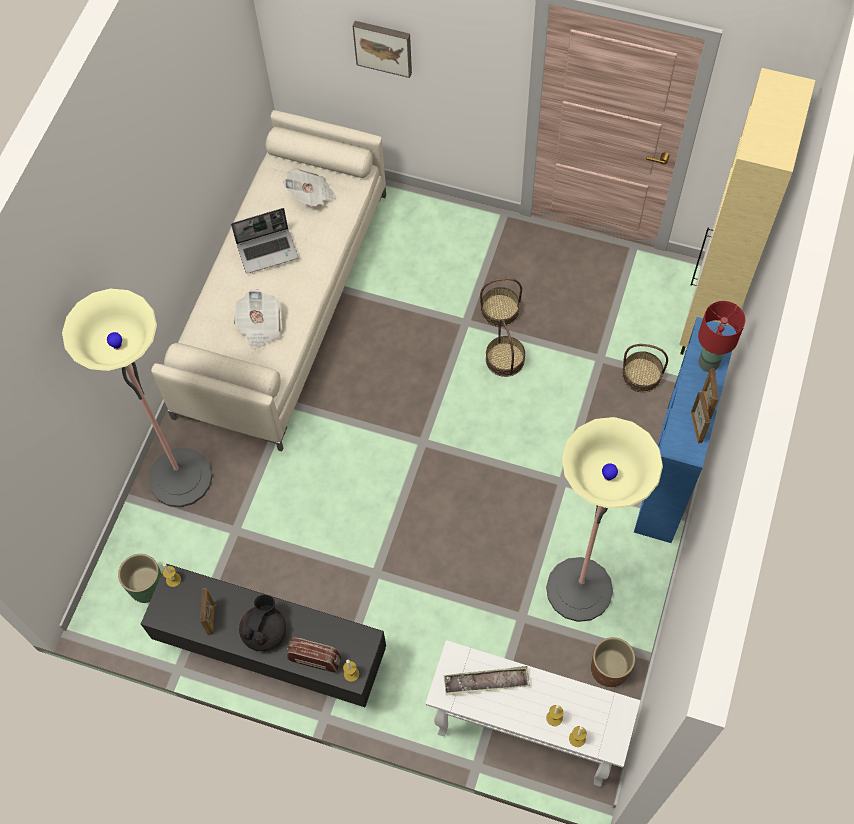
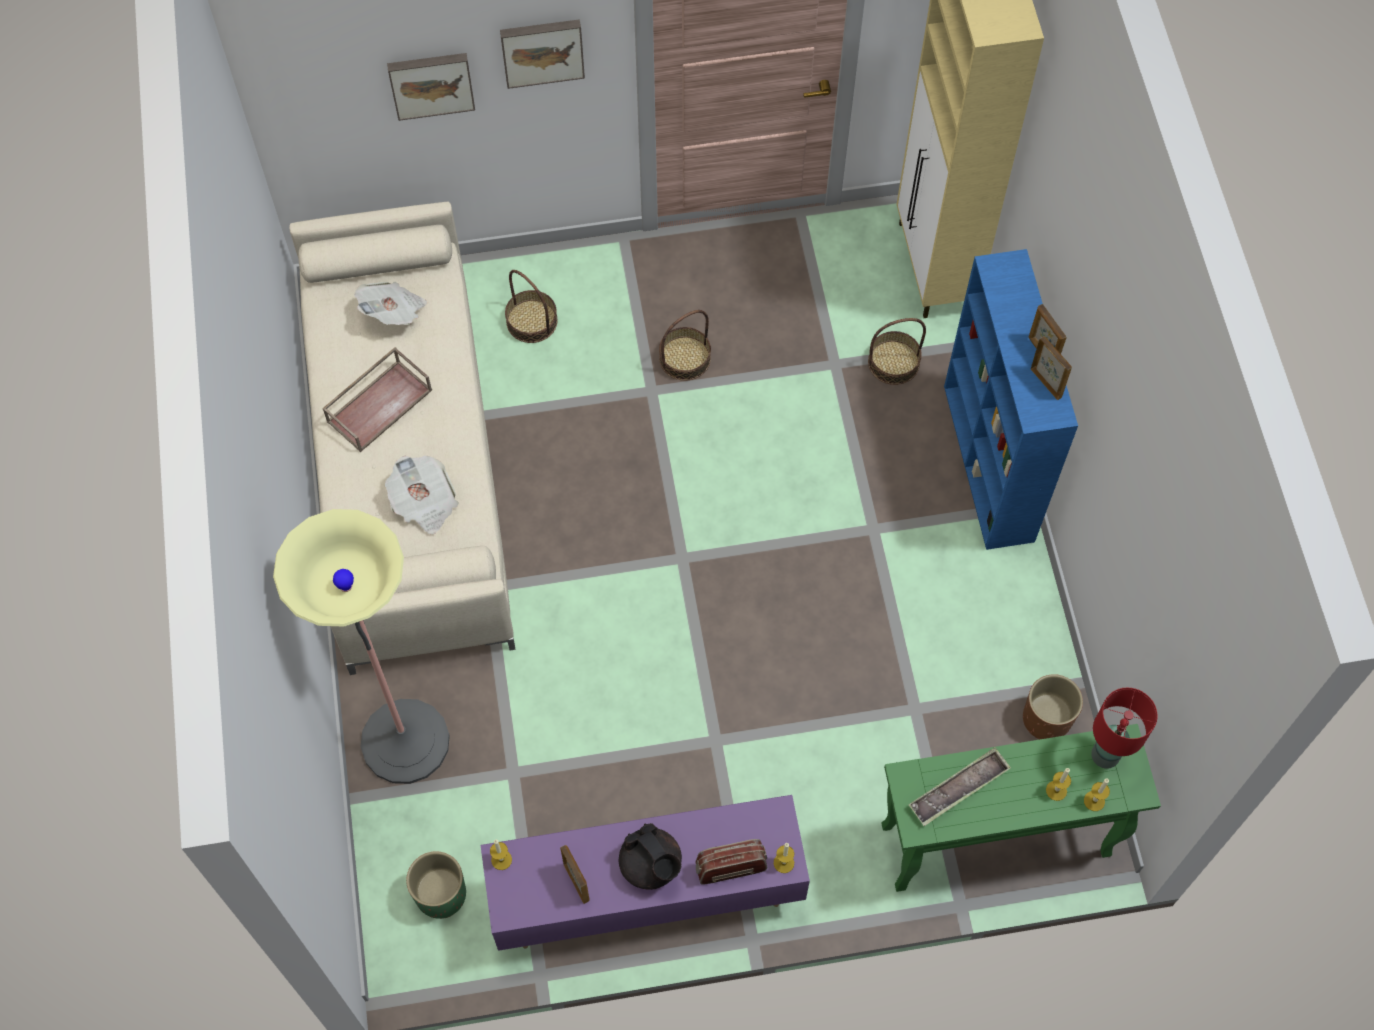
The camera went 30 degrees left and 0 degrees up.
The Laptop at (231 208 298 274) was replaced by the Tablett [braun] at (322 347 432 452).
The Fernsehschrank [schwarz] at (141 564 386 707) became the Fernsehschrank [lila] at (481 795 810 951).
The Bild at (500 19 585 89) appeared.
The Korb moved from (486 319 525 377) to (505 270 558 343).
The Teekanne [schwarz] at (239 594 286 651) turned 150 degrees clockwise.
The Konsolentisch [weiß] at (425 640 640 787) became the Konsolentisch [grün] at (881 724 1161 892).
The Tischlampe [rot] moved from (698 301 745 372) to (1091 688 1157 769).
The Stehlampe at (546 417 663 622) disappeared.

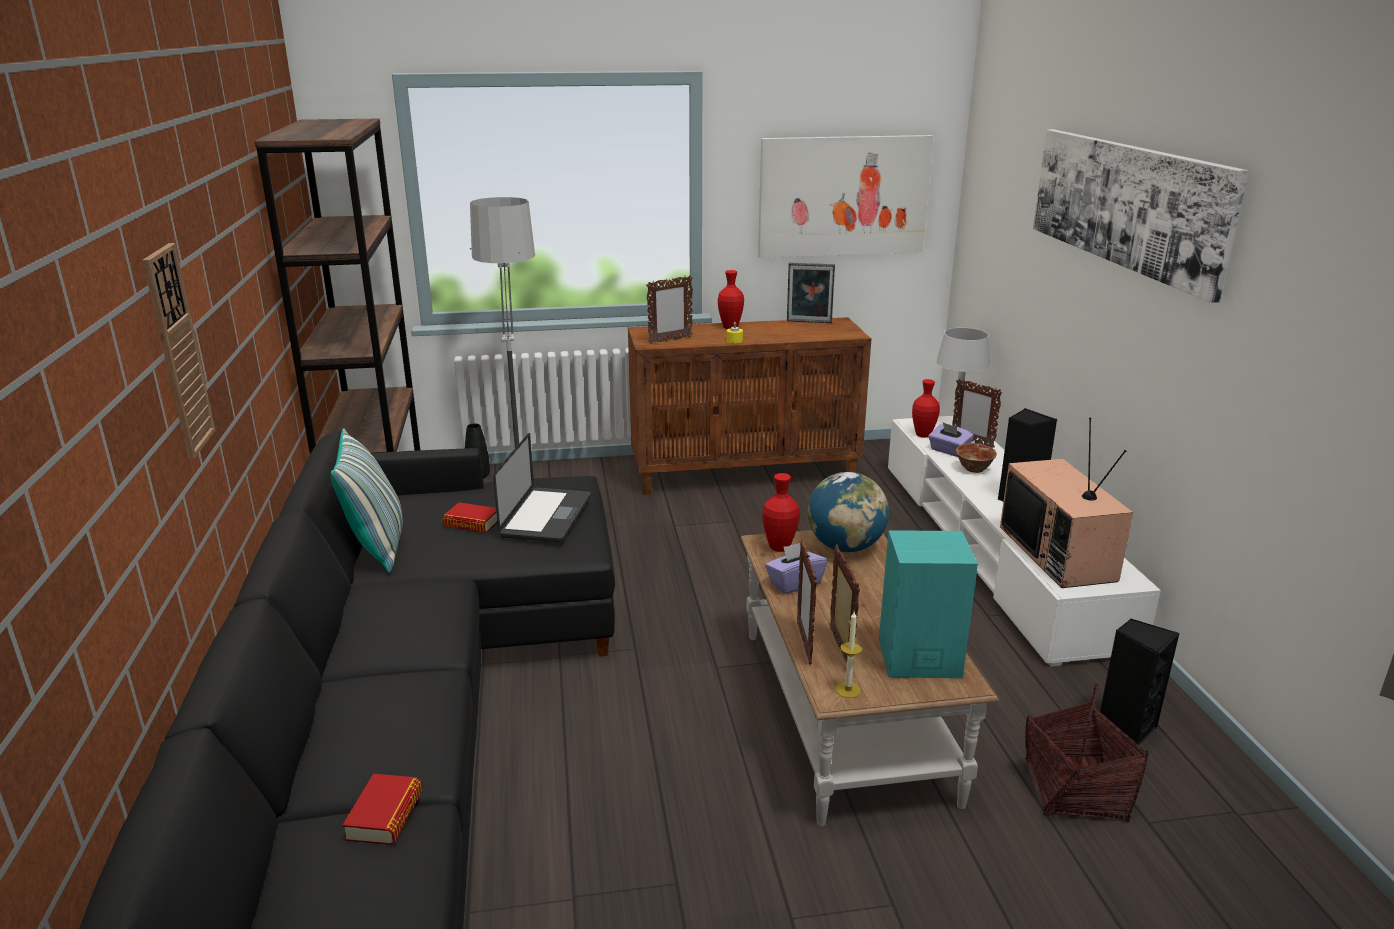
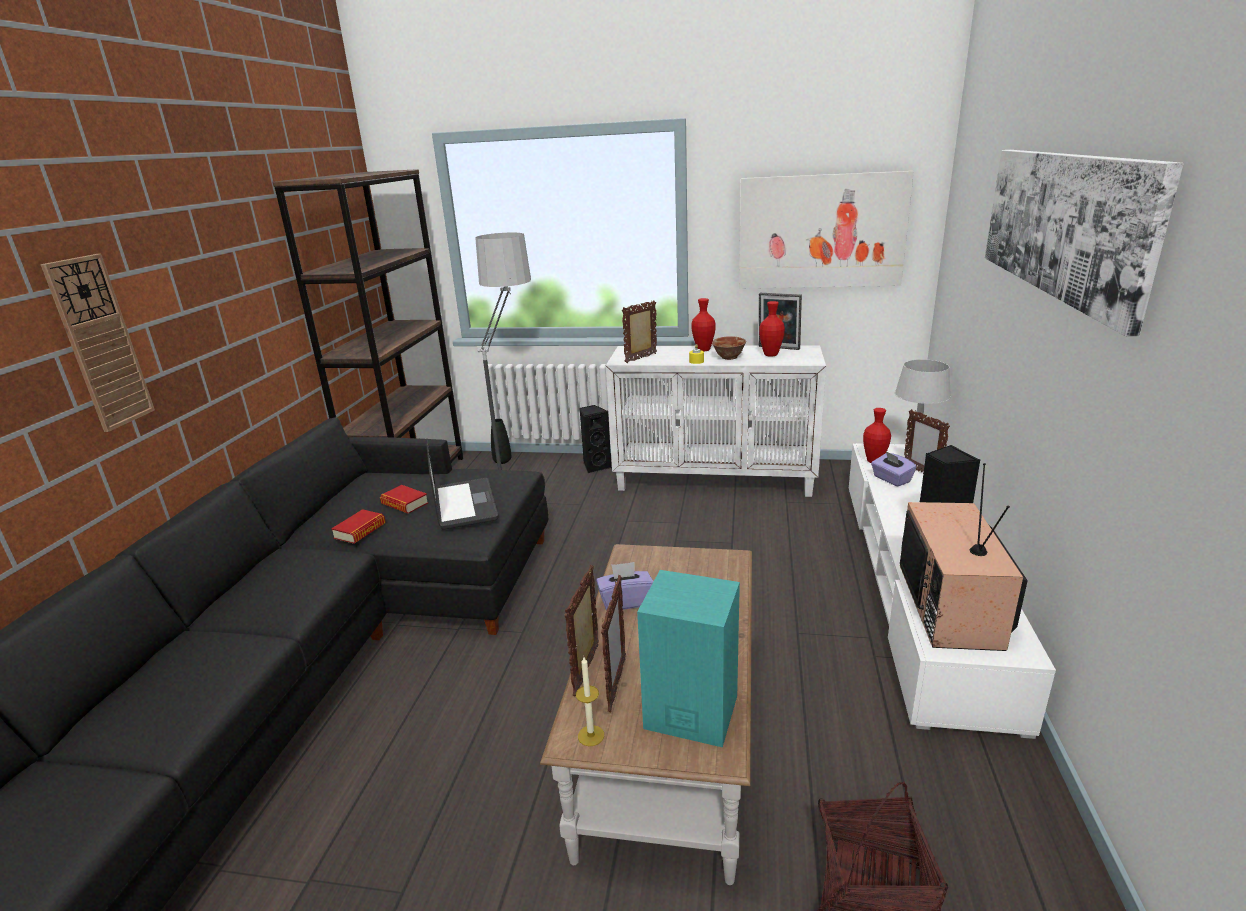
The camera went 20 degrees right and 0 degrees up.
The Buch moved from (342 774 422 845) to (331 509 386 544).
The Laptop at (493 433 591 542) turned 45 degrees counterclockwise.
The Lautsprecher [schwarz] moved from (1100 618 1179 747) to (579 405 611 473).
The Schrank [braun] at (628 317 871 495) became the Schrank [weiß] at (606 345 826 497).
The Bilderrahmen at (646 275 693 344) turned 150 degrees clockwise.
The Schüssel moved from (956 443 997 473) to (712 336 746 360).
The Vase [rot] moved from (763 473 800 552) to (759 301 785 357).
The Kissen at (331 428 403 573) disappeared.
The Globus at (808 472 889 552) disappeared.

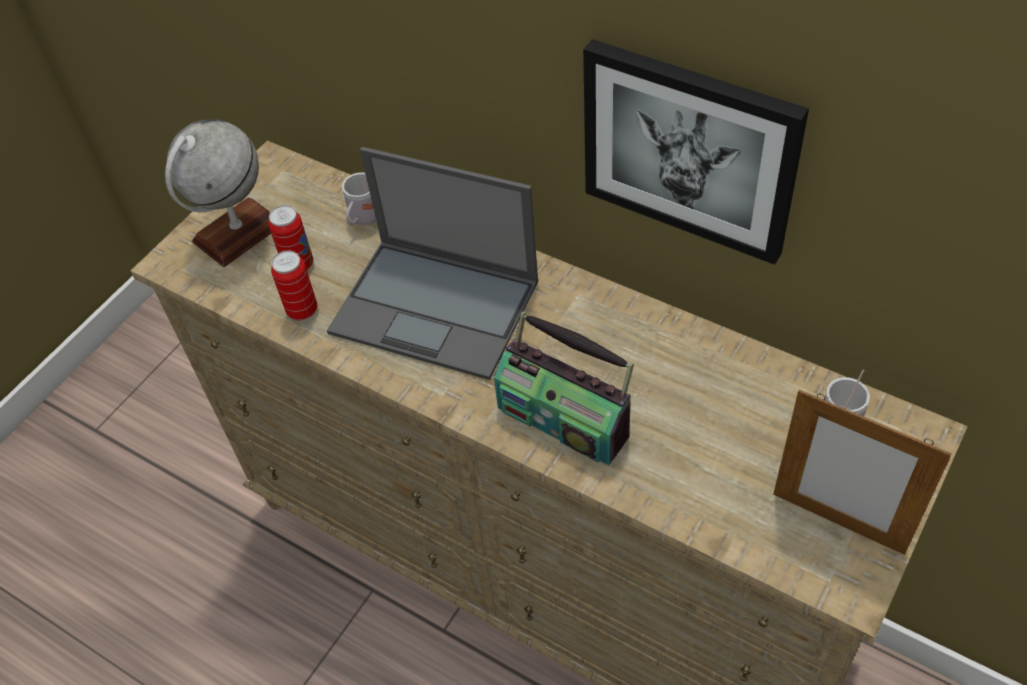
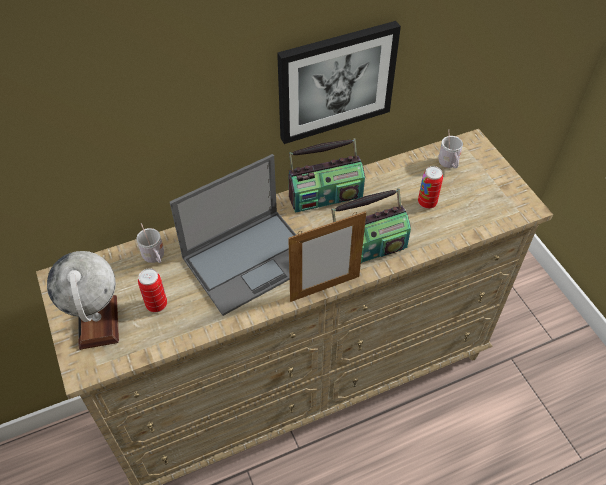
The camera went 60 degrees left and 0 degrees up.
The Radio at (288 138 365 213) appeared.
The Bilderrahmen moved from (773 390 952 555) to (288 211 366 302).
The Dose moved from (271 251 317 320) to (418 166 443 209).

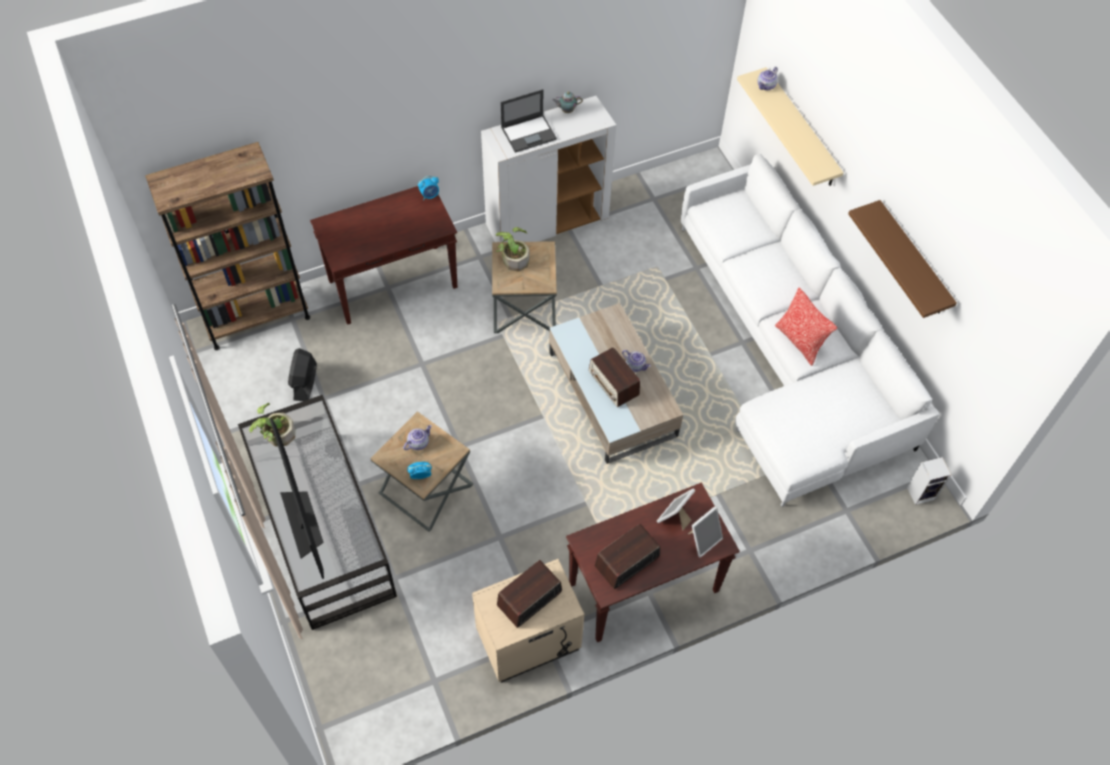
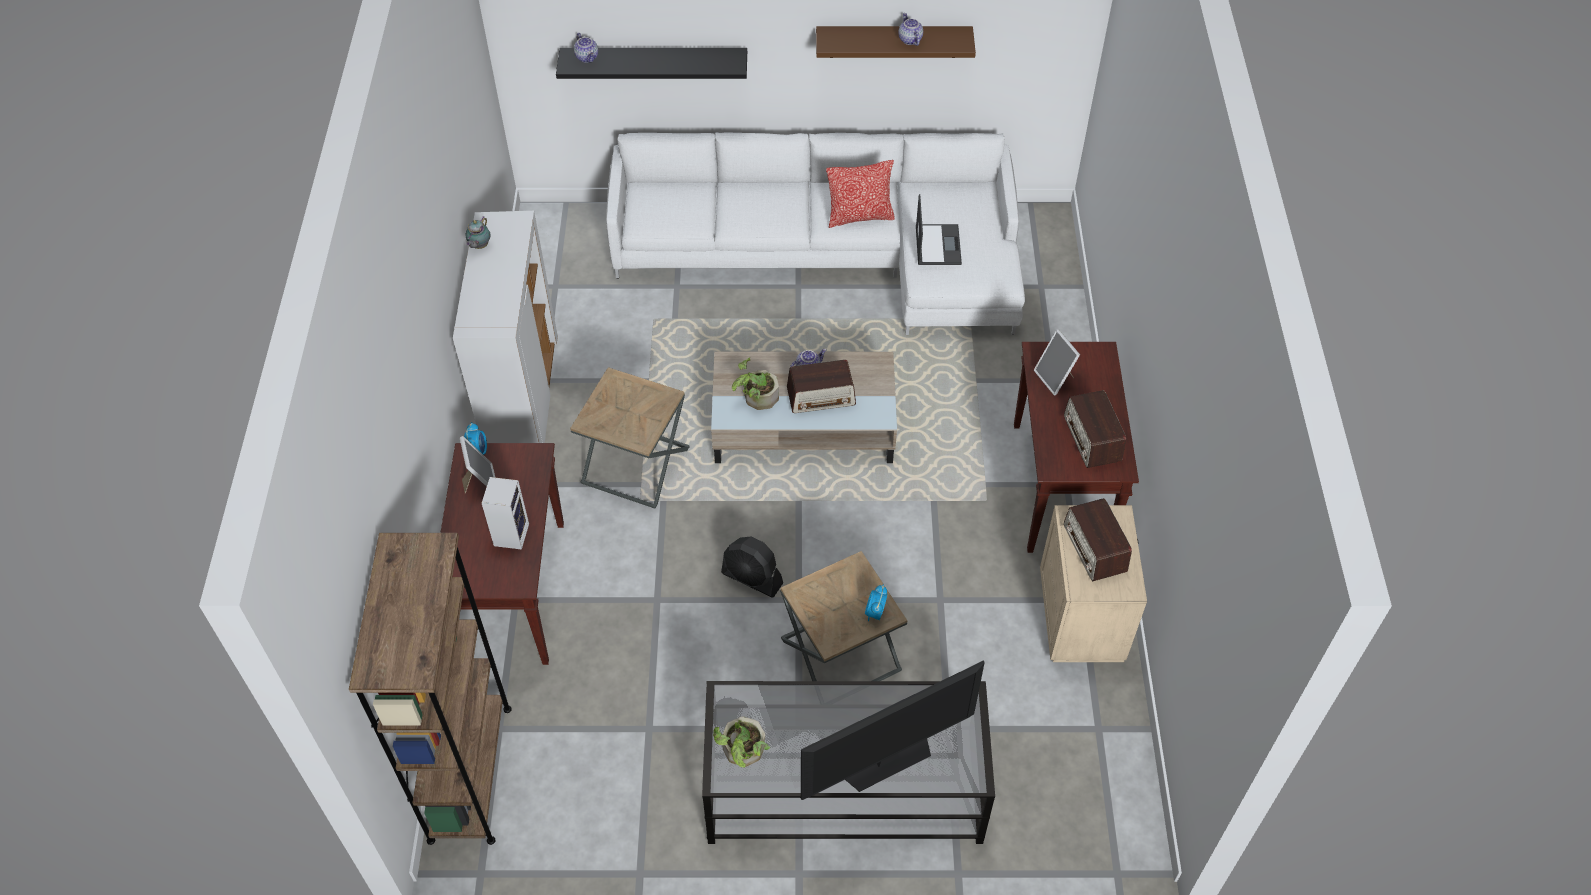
The camera went 65 degrees left and 5 degrees down.
The Bilderrahmen moved from (688 506 723 558) to (460 436 496 494).
The Lautsprecher moved from (907 457 951 505) to (482 477 529 550).
The Wandregal [beige] at (737 67 844 186) became the Wandregal [schwarz] at (556 48 747 79).
The Ventilator [schwarz] moved from (288 348 317 401) to (721 537 783 598).
The Topfpflanze moved from (496 227 530 271) to (732 358 779 410).
The Fernseher at (270 418 324 579) turned 150 degrees clockwise.
The Teekanne moved from (403 425 432 450) to (898 13 923 46).
The Laptop moved from (501 89 557 153) to (916 194 962 265).

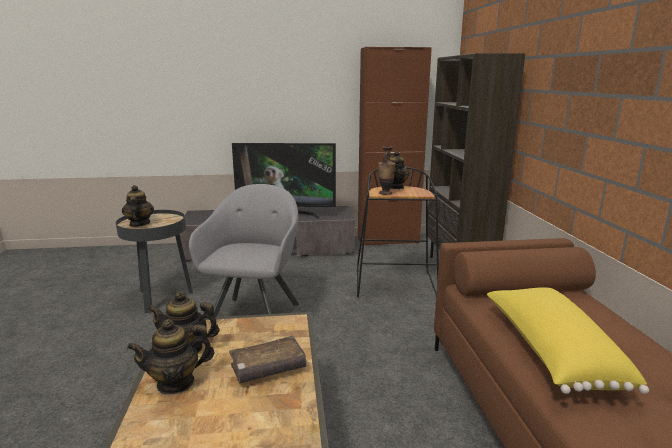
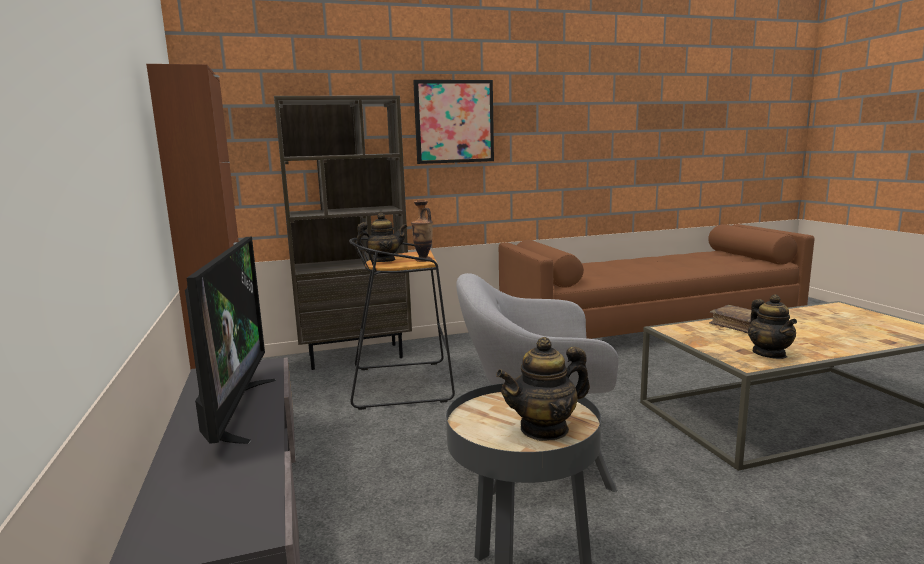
The camera went 100 degrees left and 5 degrees down.
The Bild at (413 80 494 164) appeared.
The Teekanne at (127 319 214 394) disappeared.
The Kissen [gelb] at (487 287 649 394) disappeared.

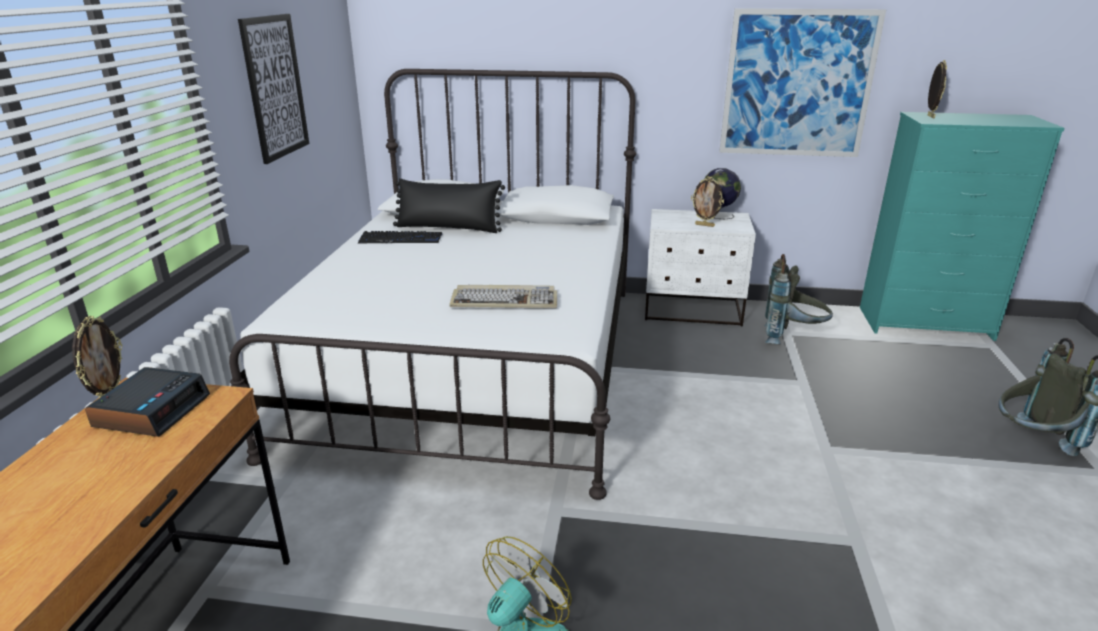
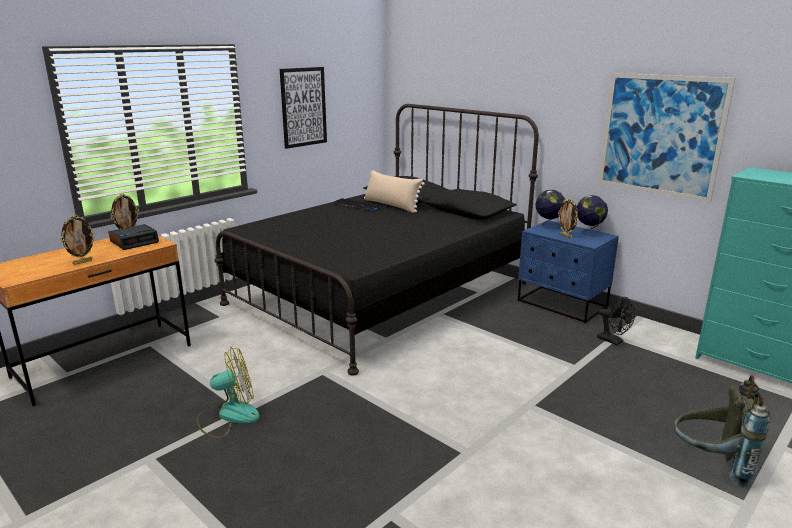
The camera went 35 degrees right and 5 degrees down.
The Bilderrahmen moved from (928 60 947 119) to (60 215 96 265).
The Bett [weiß] at (229 69 636 500) became the Bett [schwarz] at (214 104 539 375).
The Kissen [schwarz] at (393 178 505 233) became the Kissen [beige] at (364 170 425 213).
The Nachttisch [weiß] at (645 209 756 326) became the Nachttisch [blau] at (518 221 619 324).
The Globus at (535 190 565 229) appeared.
The Rucksack [grau] at (765 254 833 344) was replaced by the Ventilator [schwarz] at (597 297 635 345).
The Tastatur at (449 285 557 309) disappeared.

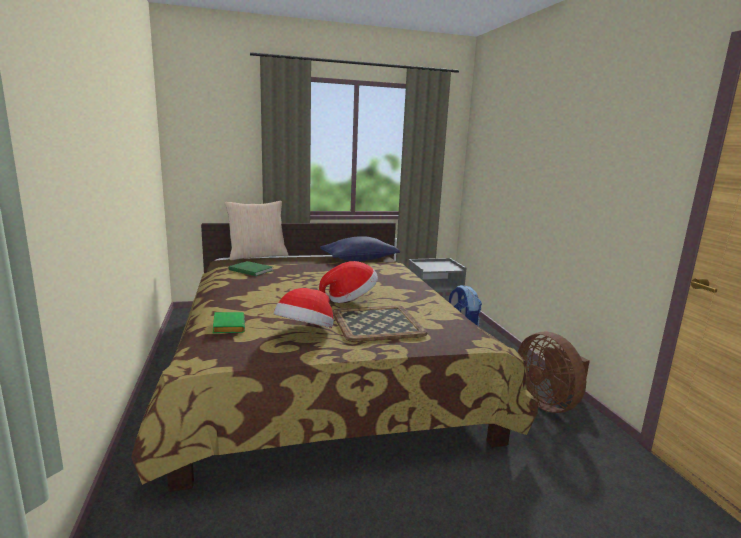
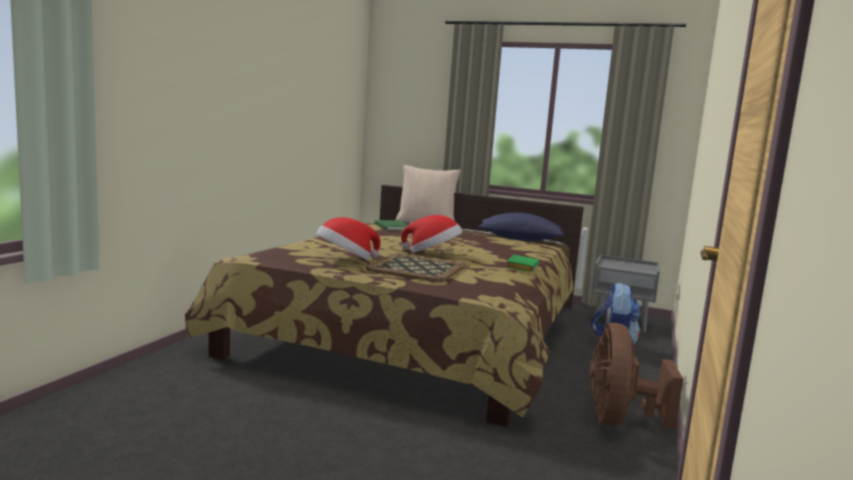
The camera went 35 degrees right and 5 degrees down.
The Buch [grün] moved from (213 312 245 333) to (506 255 539 272).

